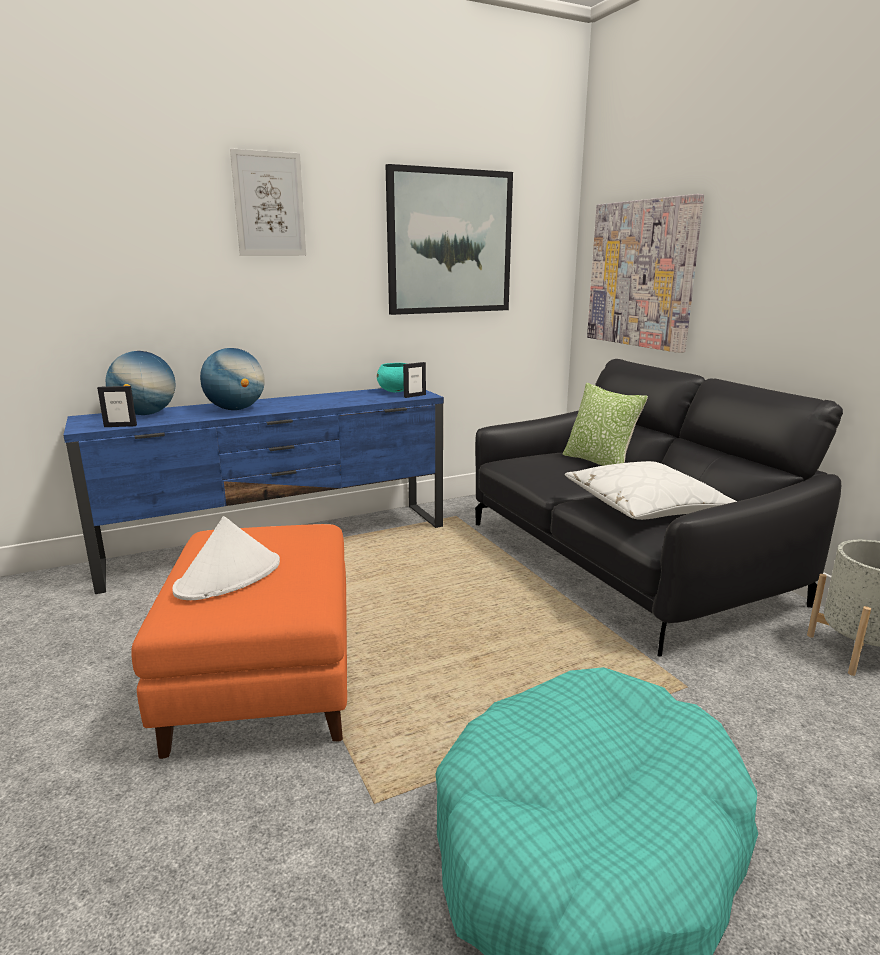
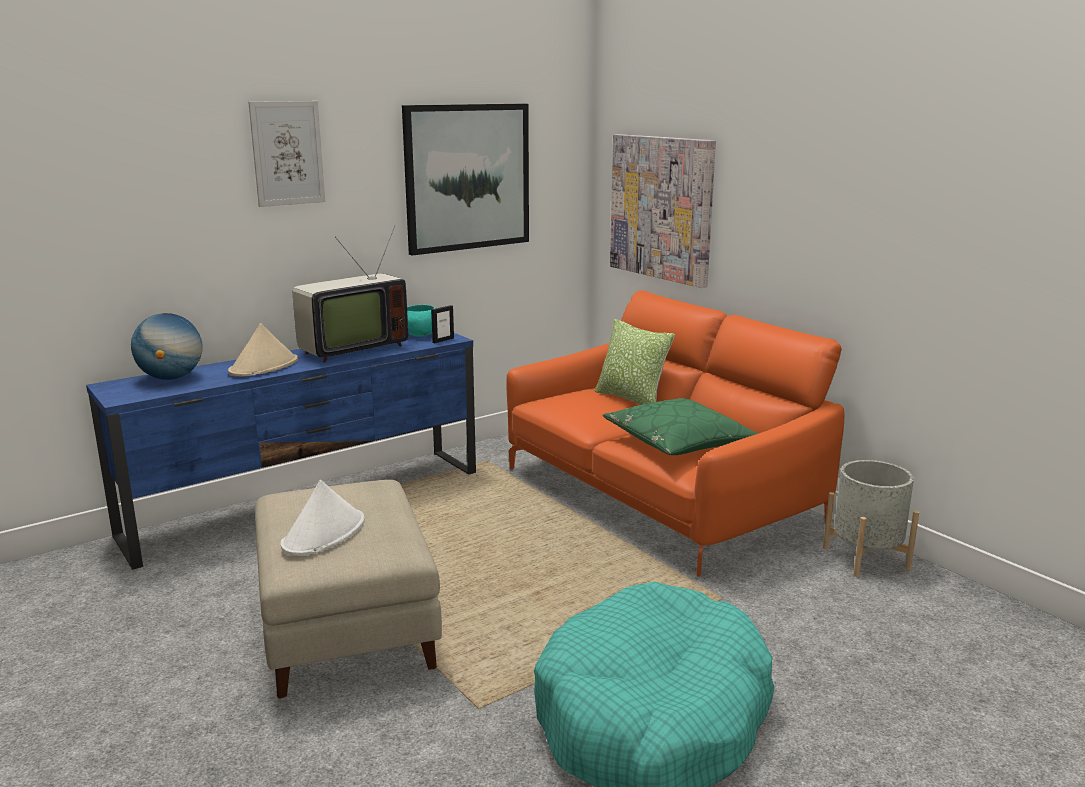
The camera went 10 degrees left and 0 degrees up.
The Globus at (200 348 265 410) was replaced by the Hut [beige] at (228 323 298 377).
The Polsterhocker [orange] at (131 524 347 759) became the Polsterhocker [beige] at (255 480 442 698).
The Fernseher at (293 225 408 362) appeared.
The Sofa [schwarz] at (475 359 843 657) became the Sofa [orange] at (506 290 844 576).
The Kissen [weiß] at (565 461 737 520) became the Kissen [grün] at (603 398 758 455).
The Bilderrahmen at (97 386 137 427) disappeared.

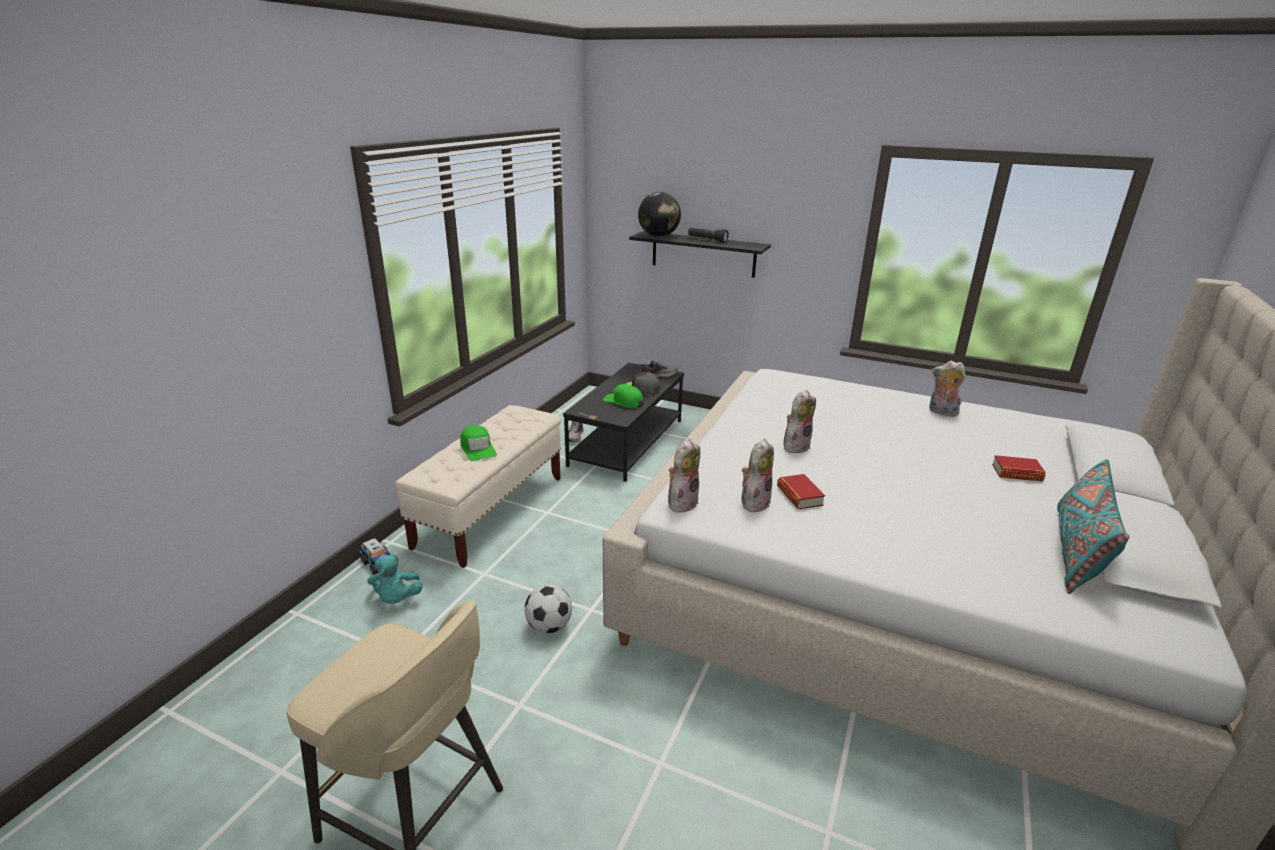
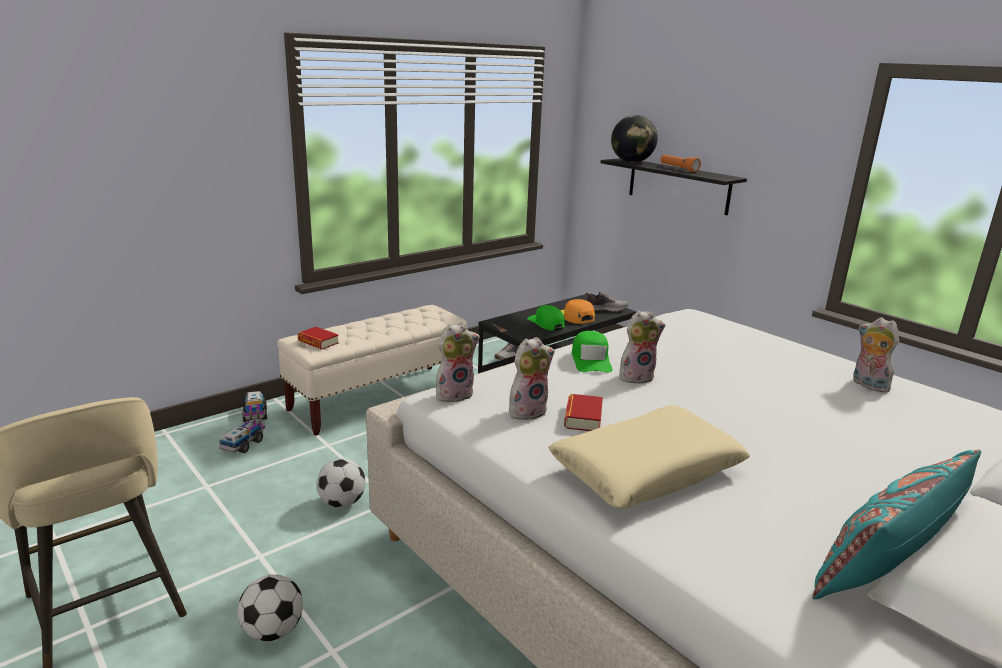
The camera went 25 degrees right and 5 degrees down.
The Plüschtier [türkis] at (367 554 423 604) was replaced by the Spielzeuglaster at (219 420 265 453).
The Fußball at (238 574 303 641) appeared.
The Buch moved from (992 455 1045 482) to (298 327 339 349).
The Kissen [beige] at (548 405 750 509) appeared.
The Kappe [grau] at (626 372 660 396) became the Kappe [orange] at (560 299 595 324).
The Kappe [grün] moved from (460 425 497 461) to (572 331 613 372).
The Taschenlampe [schwarz] at (688 228 729 243) became the Taschenlampe [orange] at (660 155 701 172).

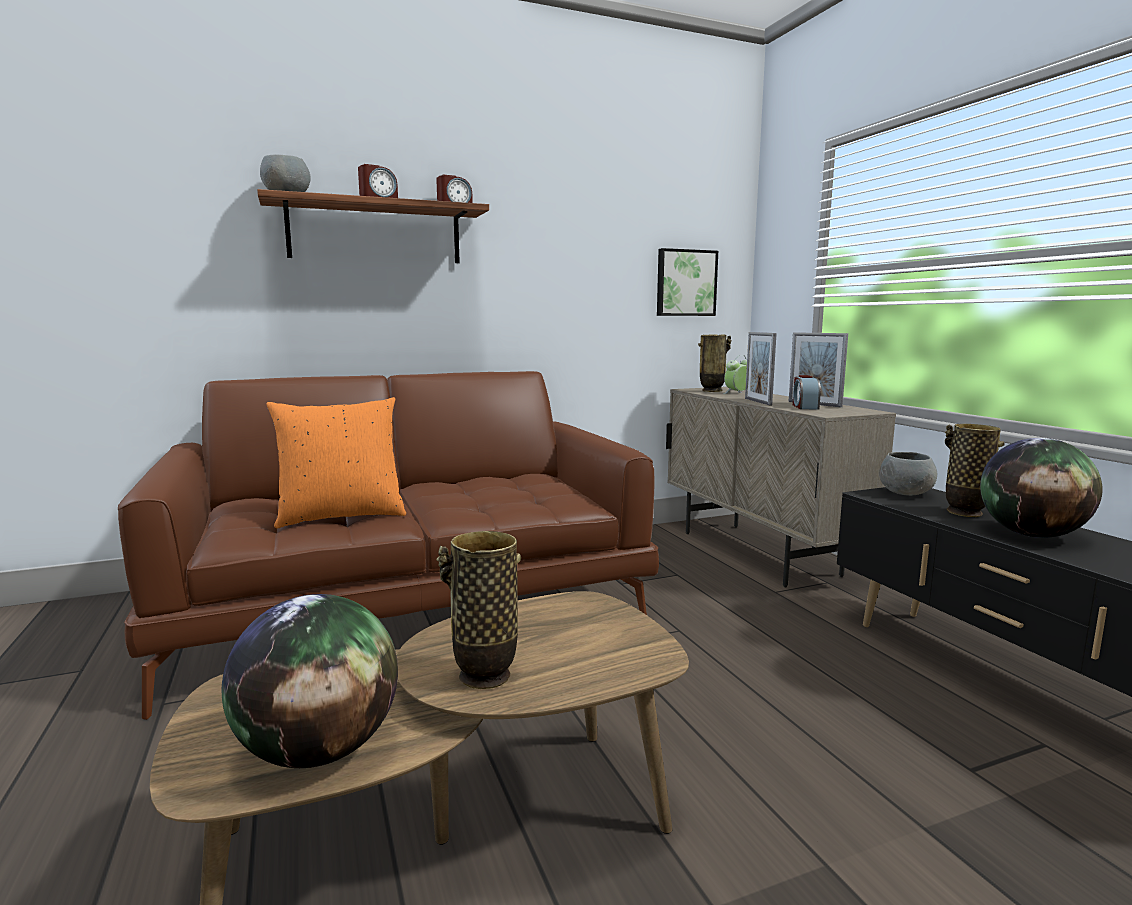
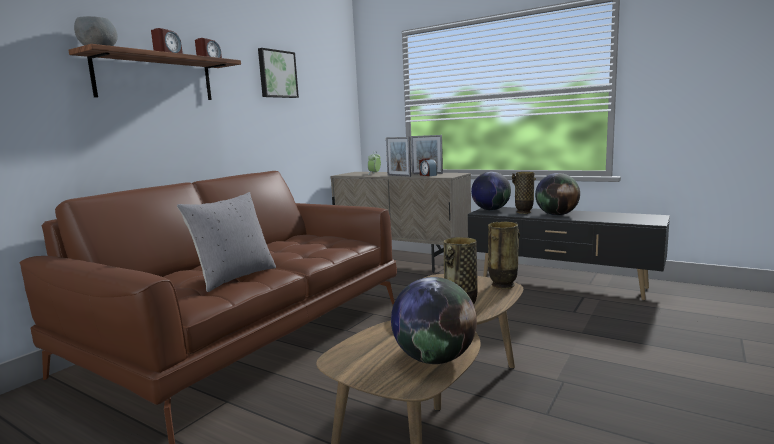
The camera went 35 degrees left and 0 degrees up.
The Kissen [orange] at (266 397 406 529) became the Kissen [grau] at (177 192 276 292).
The Bild moved from (657 248 718 316) to (258 48 299 98).
The Schüssel [grau] at (879 452 937 496) was replaced by the Globus at (471 172 511 210).
The Vase moved from (698 335 732 392) to (488 222 520 289).

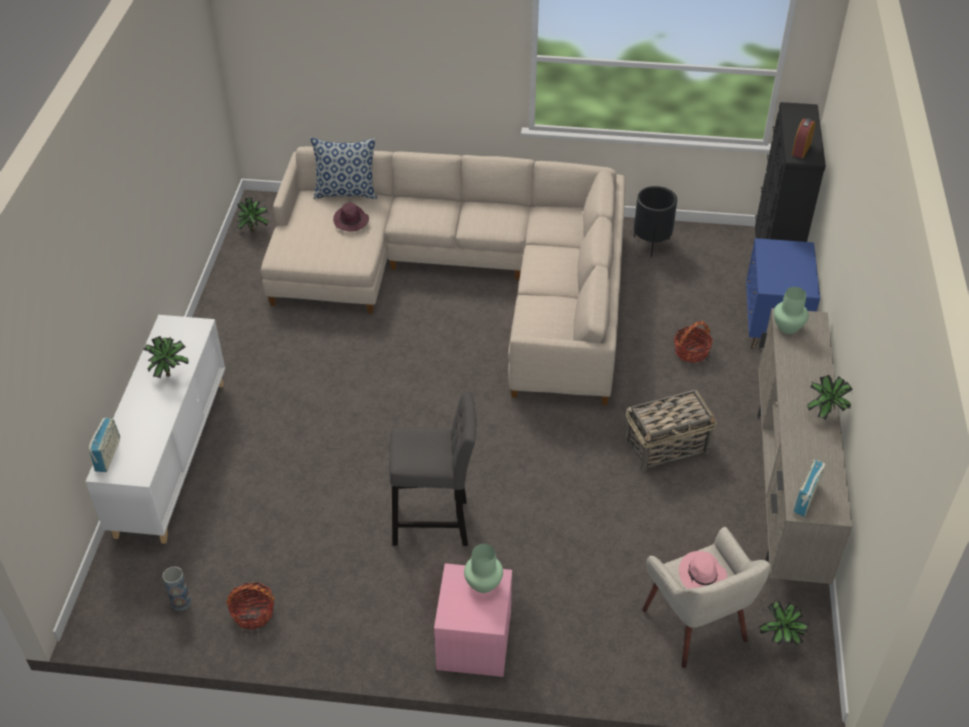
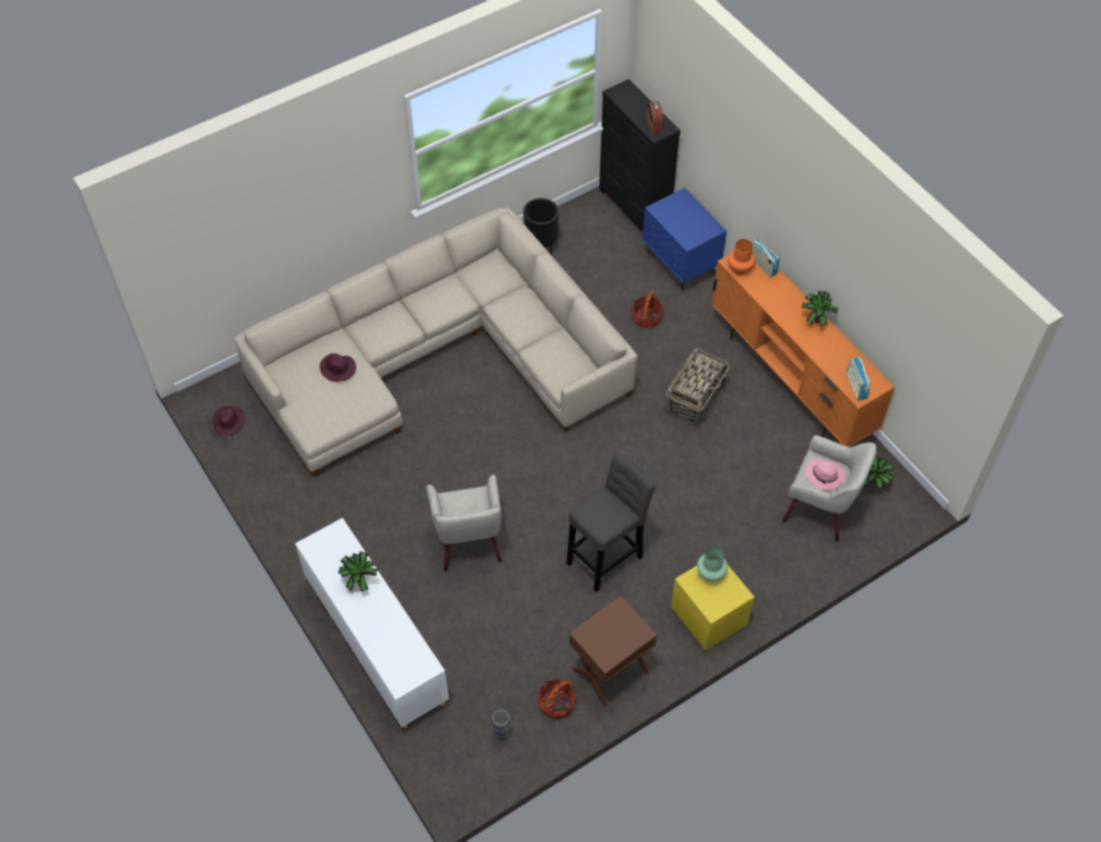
The camera went 40 degrees left and 10 degrees up.
The Topfpflanze at (236 198 269 232) was replaced by the Hut [lila] at (212 406 245 436).
The Sessel [beige] at (427 475 502 571) appeared.
The Beistelltisch [braun] at (569 596 657 707) appeared.
The Nachttisch [rosa] at (434 563 512 677) became the Nachttisch [gelb] at (671 564 754 651).
The Fernsehschrank [beige] at (757 308 853 584) became the Fernsehschrank [orange] at (711 255 895 447).
The Vase [grün] at (774 287 809 334) became the Vase [orange] at (728 239 755 275).
The Radio moved from (89 418 120 472) to (752 238 780 277).
The Kissen at (310 138 377 199) disappeared.

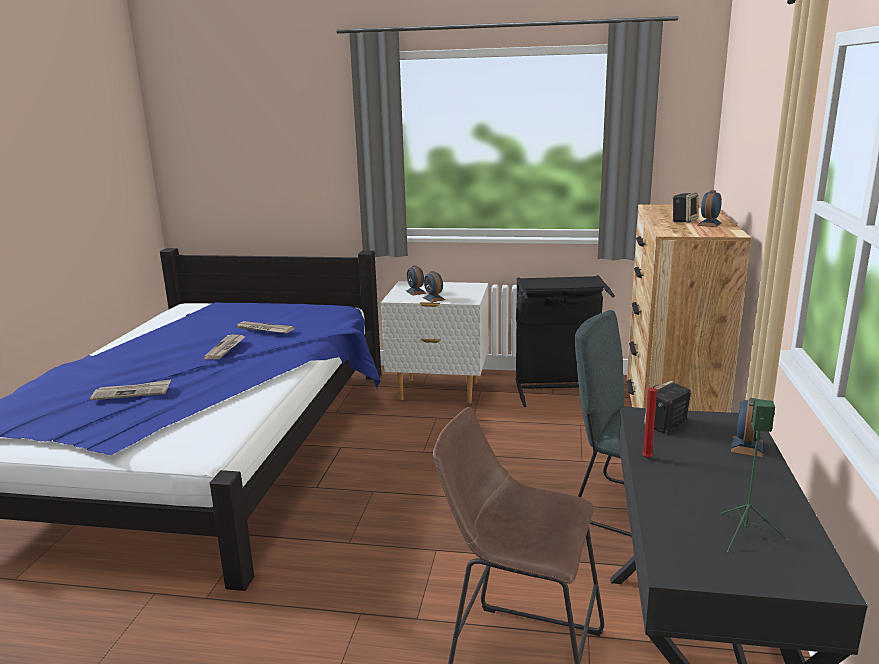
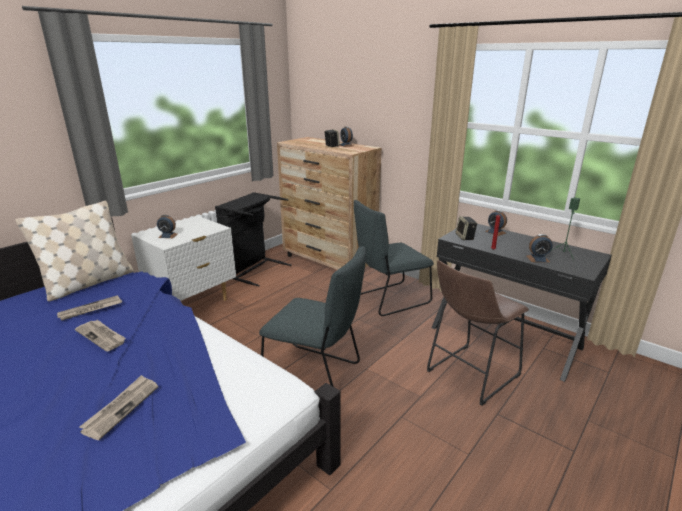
The camera went 60 degrees left and 5 degrees up.
The Kissen [beige] at (15 201 134 301) appeared.
The Stuhl [grau] at (259 246 366 387) appeared.
The Wecker moved from (423 271 445 302) to (527 234 552 262).

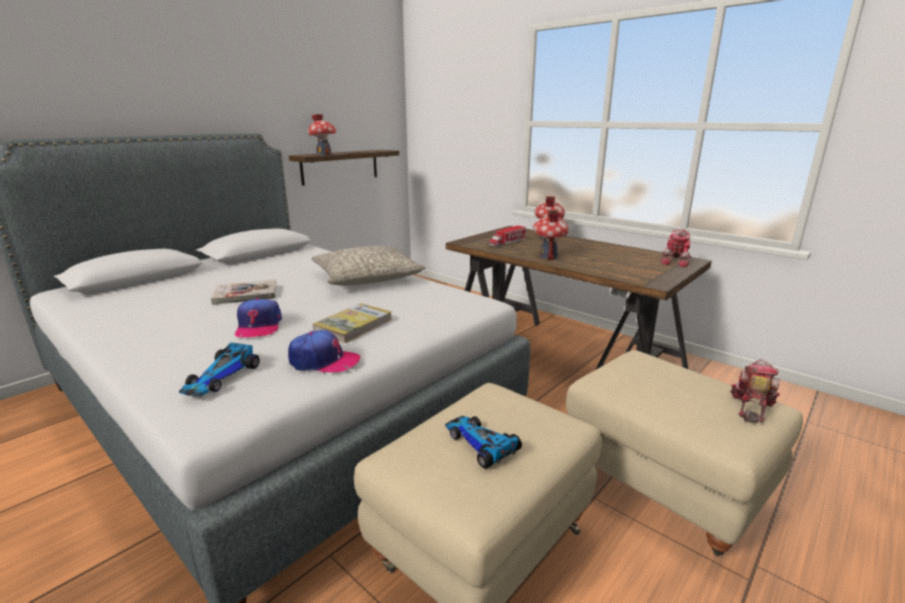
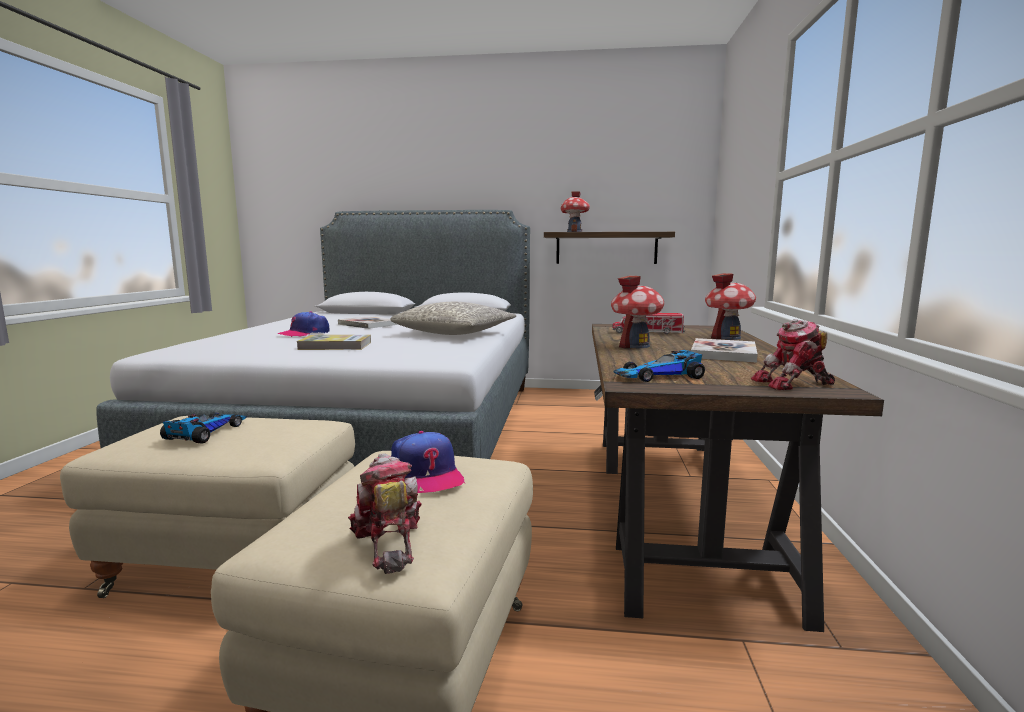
The camera went 55 degrees right and 10 degrees down.
The Spielzeugroboter at (730 359 780 423) turned 105 degrees counterclockwise.
The Kappe moved from (288 330 360 373) to (391 431 465 493).
The Spielzeugauto moved from (179 342 260 397) to (614 350 705 382).
The Buch at (691 338 758 362) appeared.

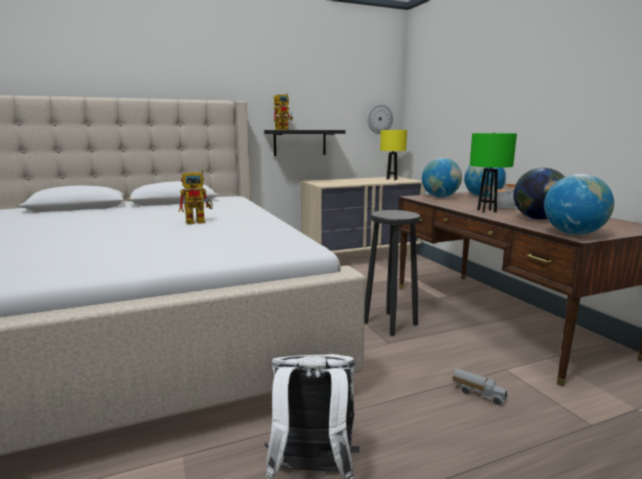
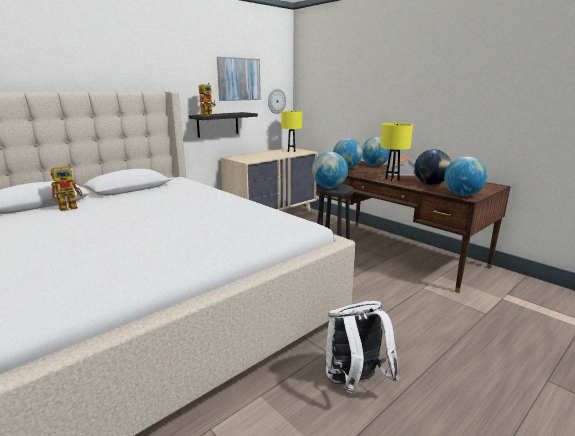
The camera went 20 degrees left and 5 degrees up.
The Spielzeugroboter moved from (179 169 213 225) to (50 164 83 211).
The Bild at (217 57 261 101) appeared.
The Globus at (312 152 348 189) appeared.
The Tischlampe [grün] at (470 133 517 213) became the Tischlampe [gelb] at (380 123 413 181).
The Spielzeuglaster at (453 368 508 405) disappeared.

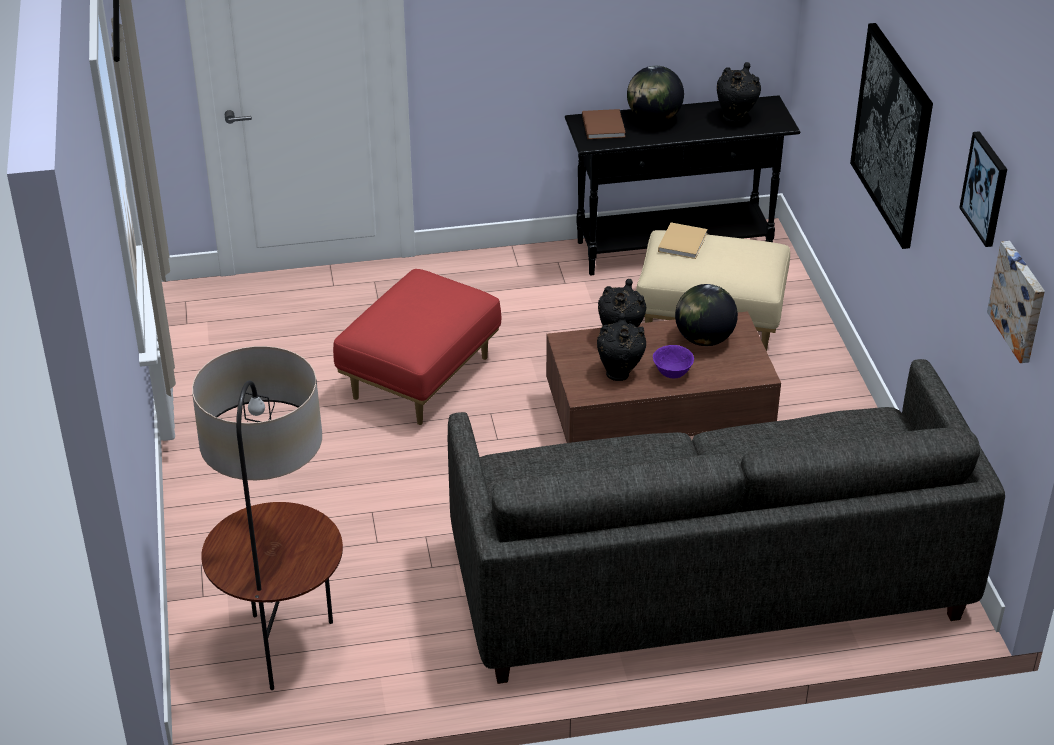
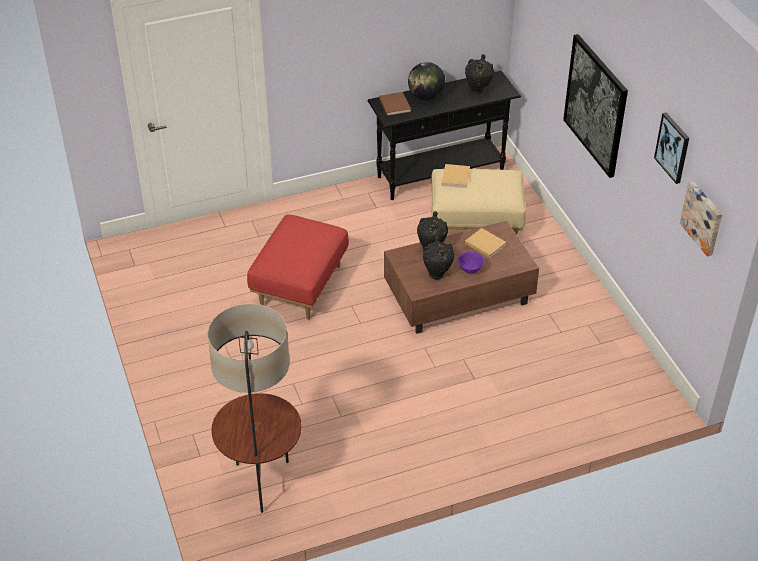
The camera went 10 degrees left and 5 degrees up.
The Globus at (675 284 738 346) was replaced by the Buch [beige] at (465 228 506 258).
The Sofa [grau] at (448 359 1005 684) disappeared.

